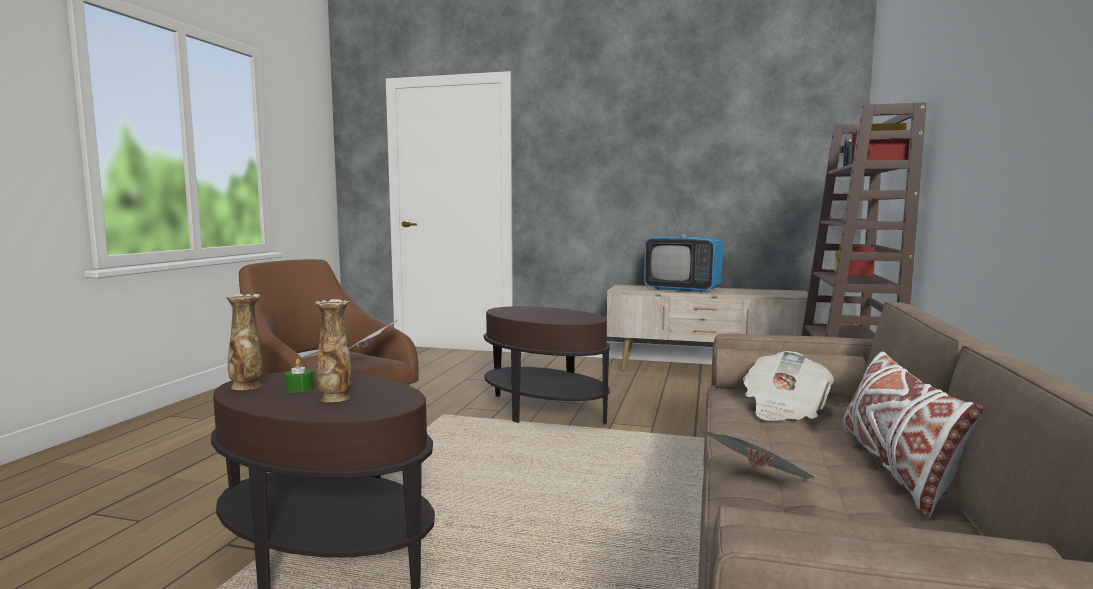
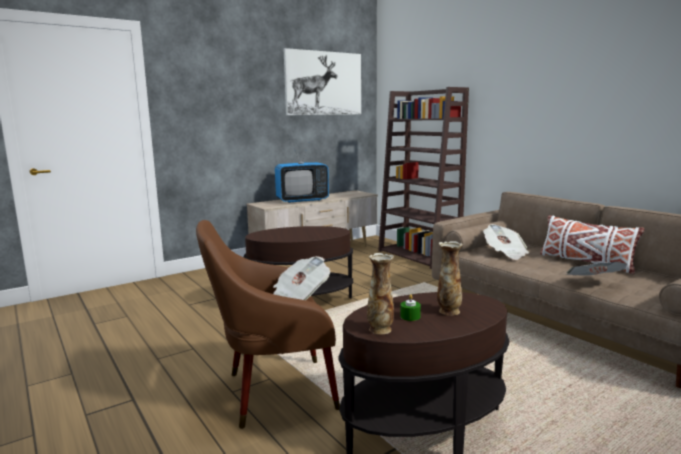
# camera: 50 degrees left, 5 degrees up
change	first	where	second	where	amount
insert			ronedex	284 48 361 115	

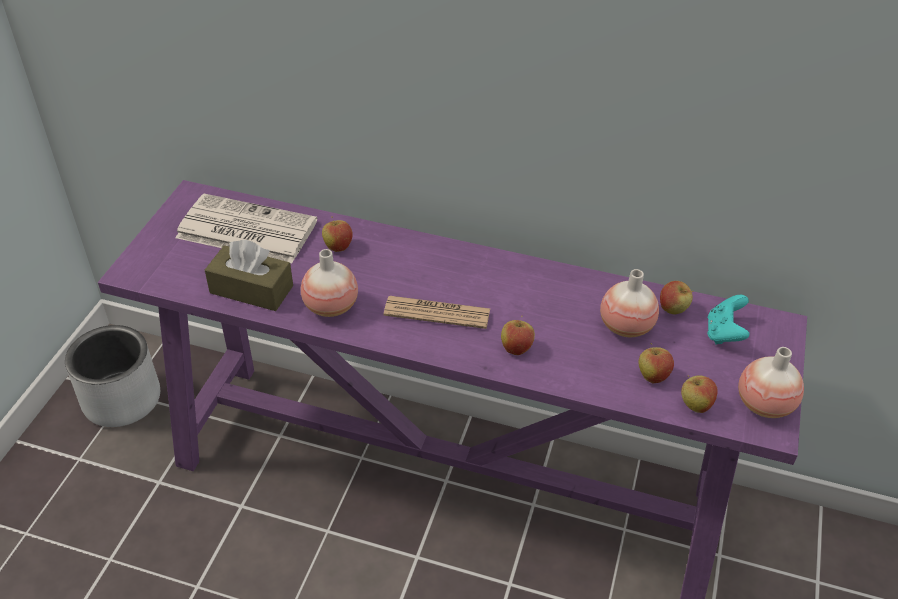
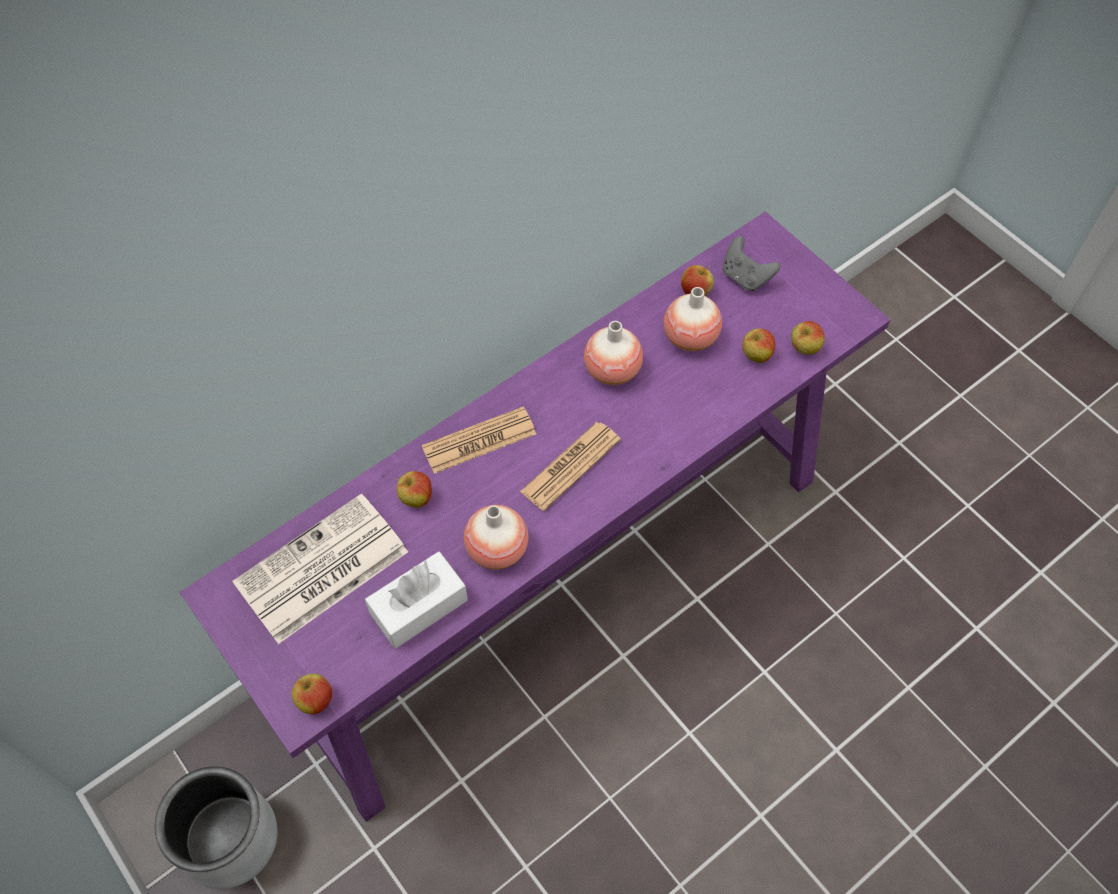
# camera: 55 degrees left, 15 degrees up
change	first	where	second	where	amount
insert			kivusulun	422 406 536 474	
move	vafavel	501 316 535 355		291 673 332 714	
move	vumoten	738 347 804 418		584 321 643 385	
recolor	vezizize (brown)	205 240 293 311	vezizize (white)	365 551 468 649	
recolor	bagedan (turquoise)	707 295 750 345	bagedan (grey)	723 236 780 291	

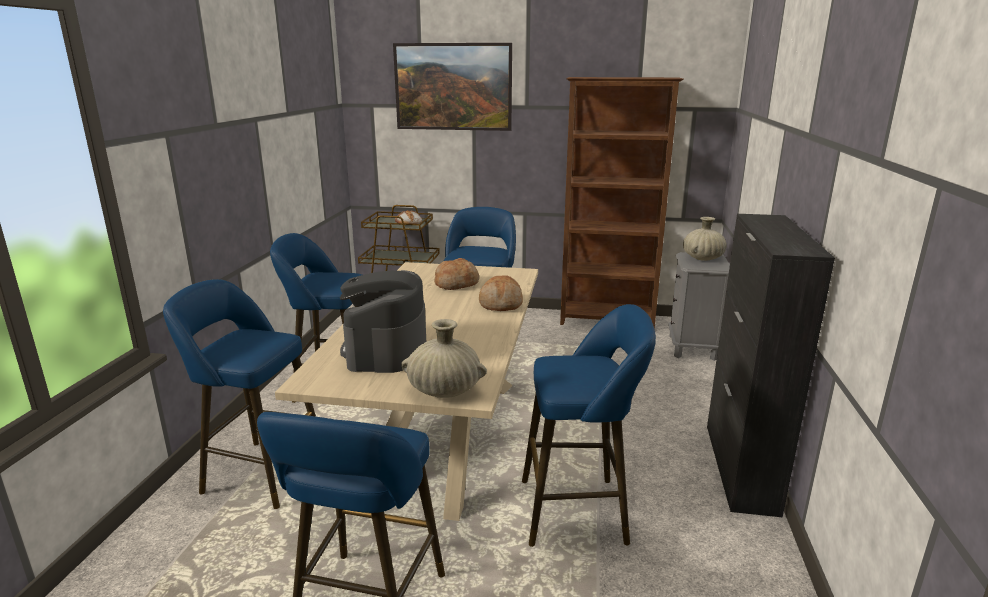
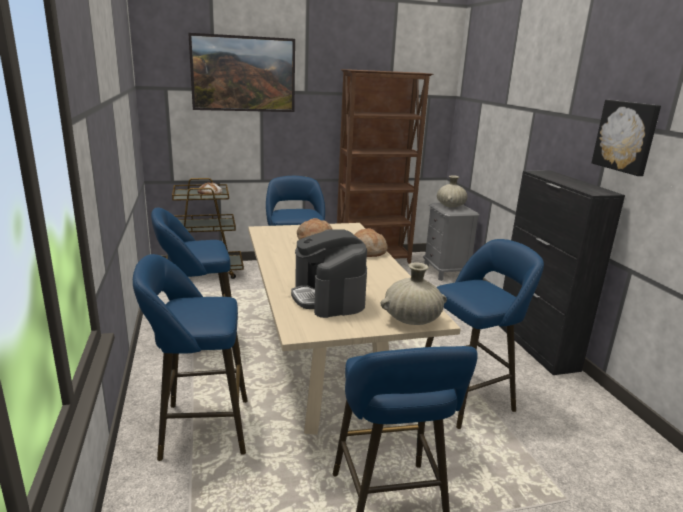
# camera: 25 degrees left, 0 degrees up
change	first	where	second	where	amount
insert			ronedex	592 100 661 176	

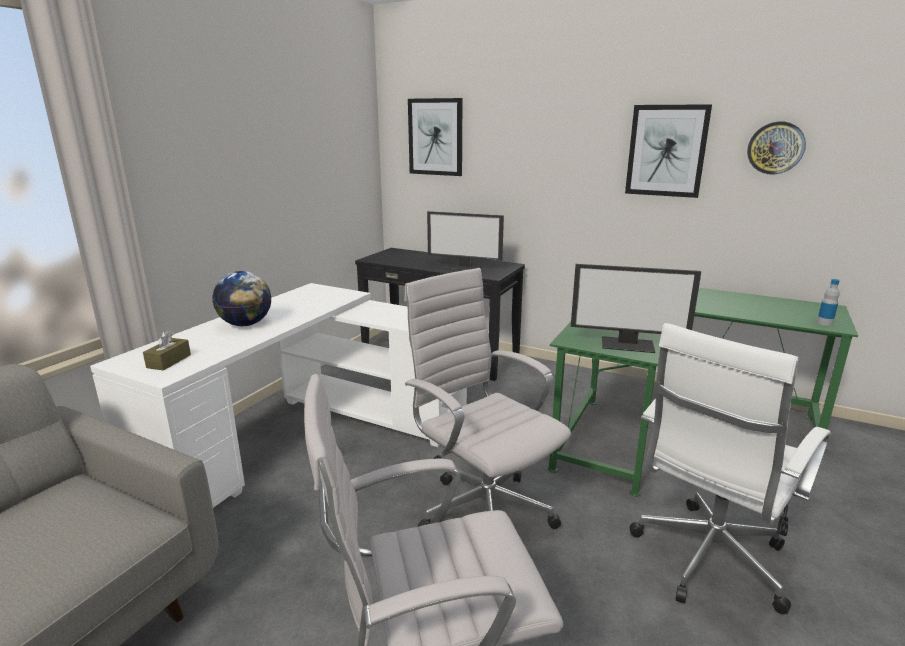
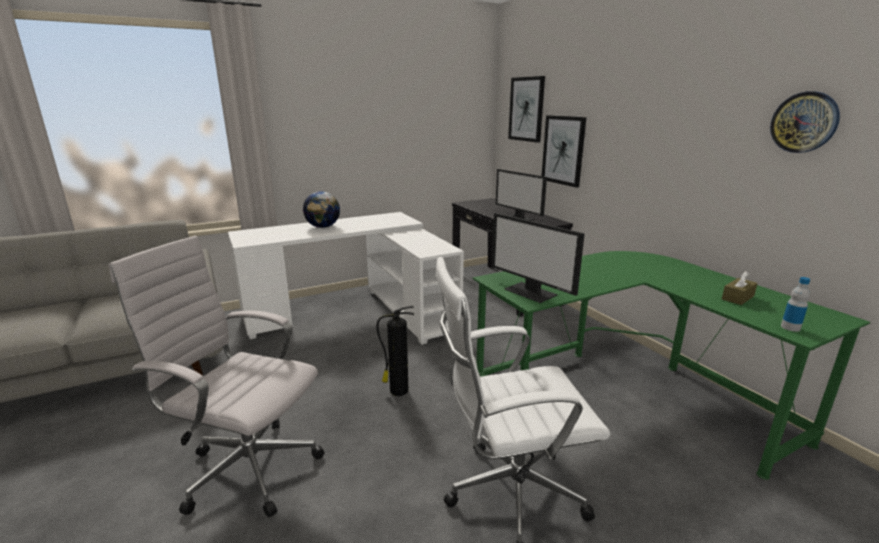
# camera: 35 degrees right, 0 degrees up
change	first	where	second	where	amount
move	vezizize (brown)	143 330 191 371		722 271 758 305	
move	ronedex	625 104 712 198		542 115 586 188	
replace	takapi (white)	404 268 571 529	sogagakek	377 306 414 396	

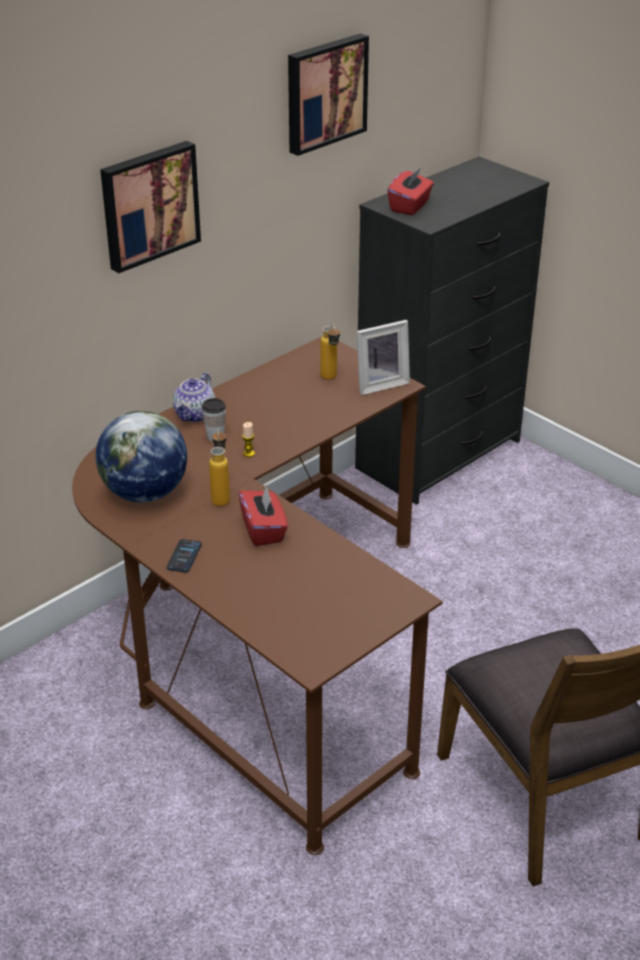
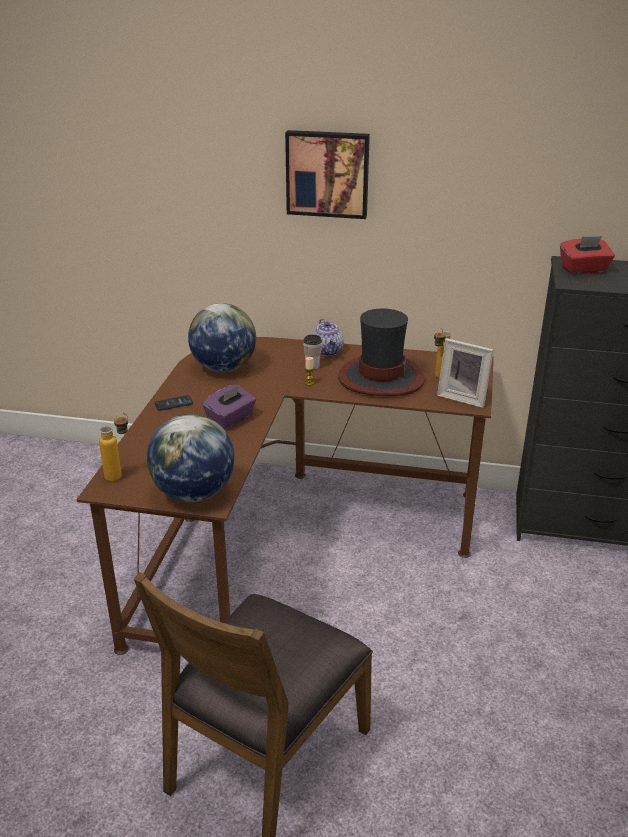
# camera: 55 degrees right, 5 degrees down
change	first	where	second	where	amount
delete	ronedex	288 33 369 156			
insert			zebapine	147 414 235 502	
insert			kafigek	338 309 425 396	
move	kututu	209 428 230 506		99 413 128 482	
recolor	vezizize (red)	239 486 288 546	vezizize (purple)	203 384 256 429	
rotate	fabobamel	173 373 215 422		311 319 344 356	90 degrees counterclockwise

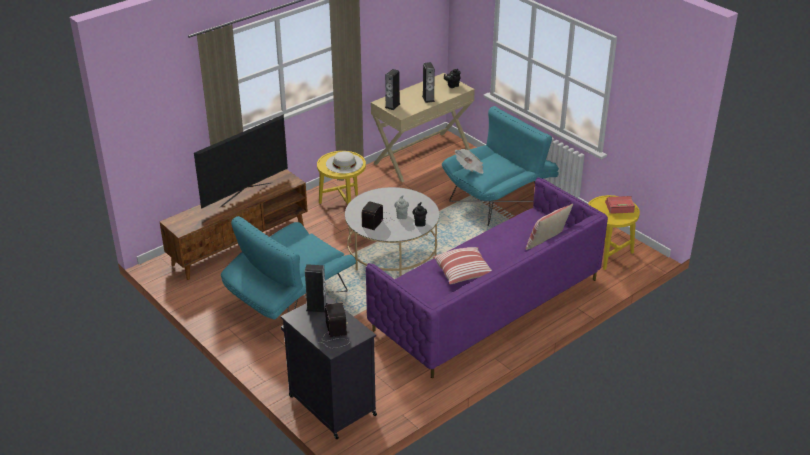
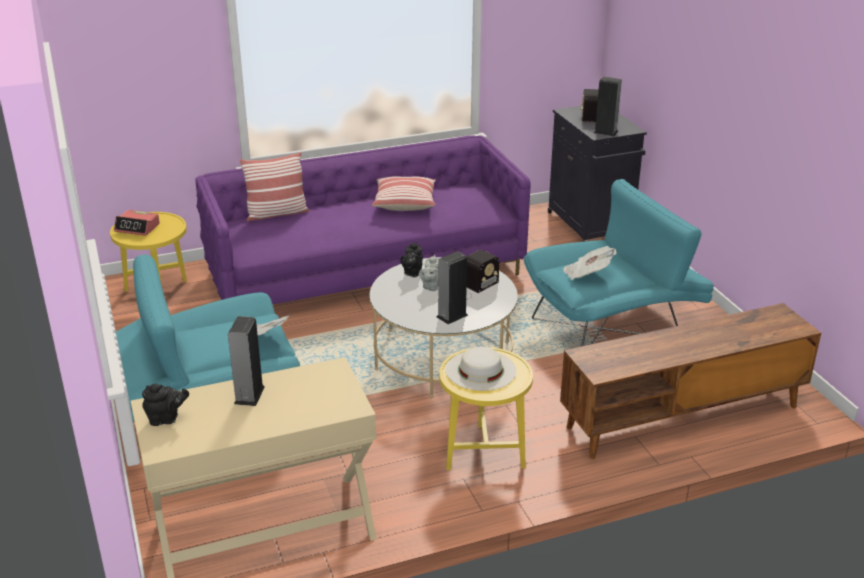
# camera: 160 degrees left, 5 degrees down
change	first	where	second	where	amount
delete	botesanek	194 114 288 209			
insert			kivusulun	563 246 617 280	
move	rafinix	385 69 400 110		437 251 468 324	

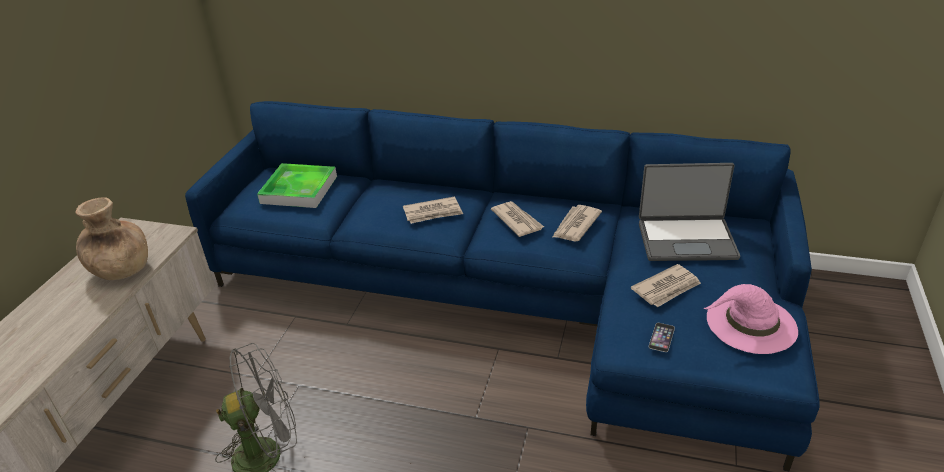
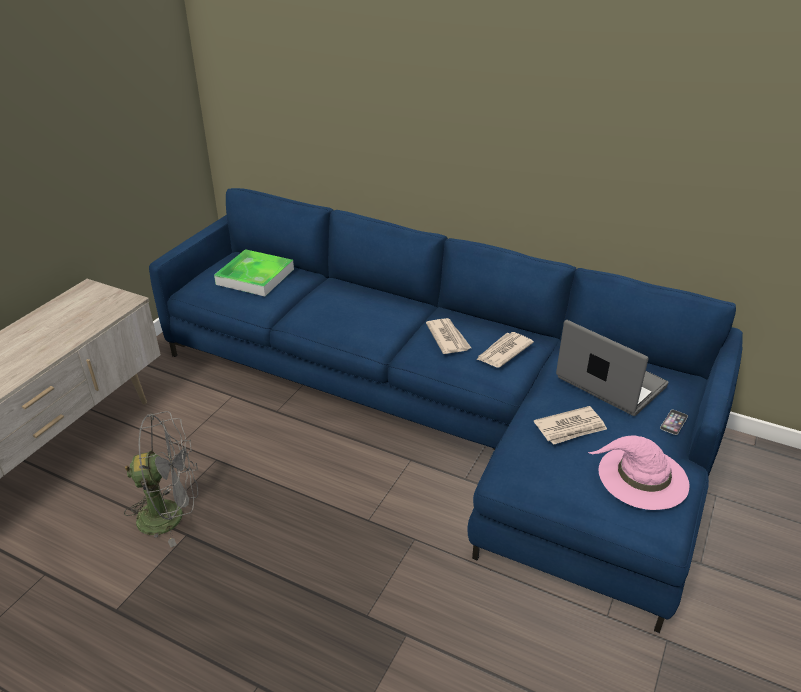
# camera: 10 degrees right, 0 degrees up
change	first	where	second	where	amount
delete	vumoten (brown)	76 197 148 280			
delete	kivusulun	403 196 463 224			
move	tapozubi	649 323 675 352		660 410 688 435	
rotate	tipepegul	639 163 740 261		556 320 668 416	150 degrees counterclockwise

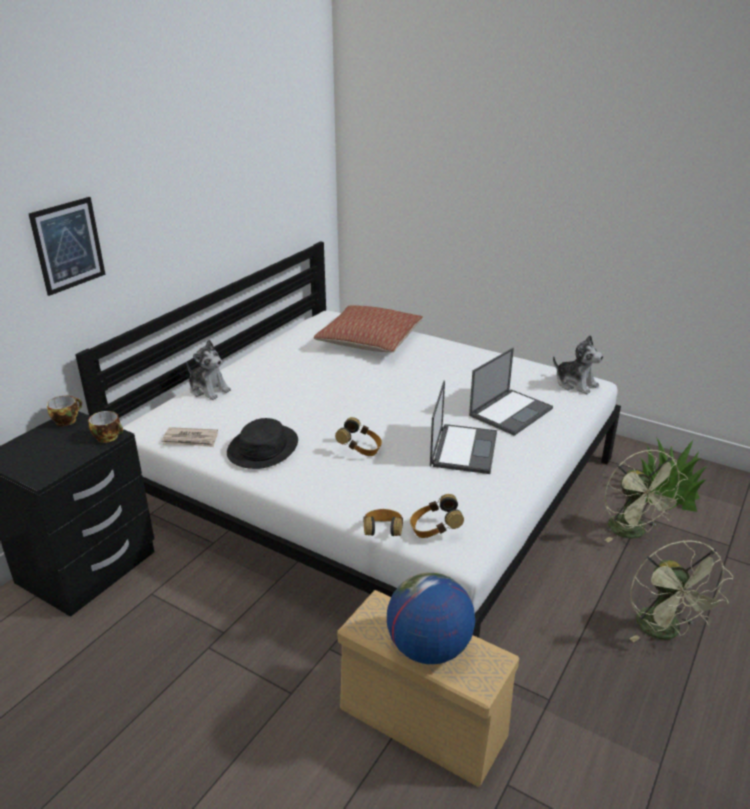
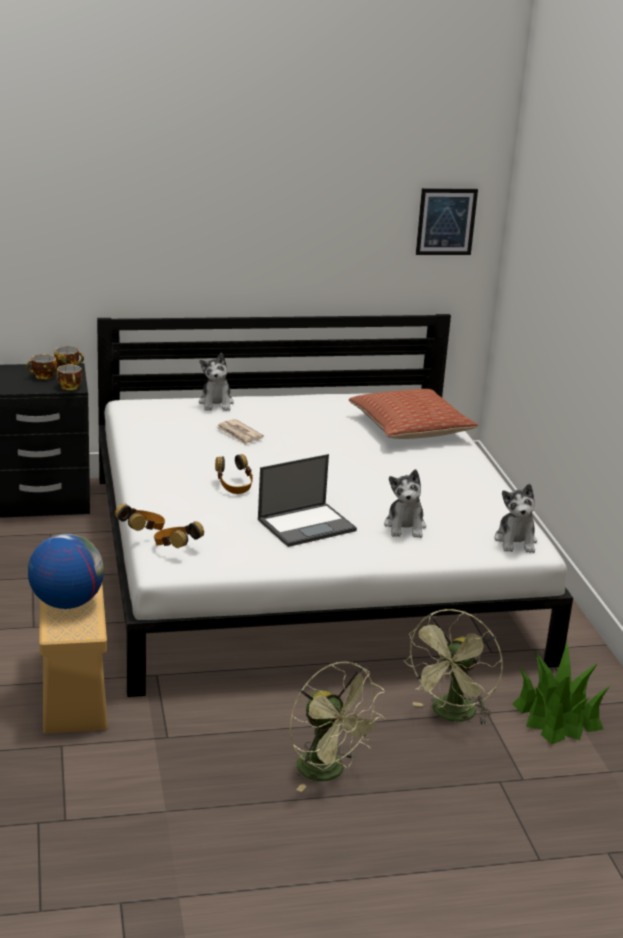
# camera: 45 degrees right, 5 degrees down
change	first	where	second	where	amount
delete	kafigek (black)	227 418 298 469			
insert			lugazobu	26 354 57 380	
move	ronedex	29 197 105 296		416 188 478 255	
move	kivusulun	162 427 218 447		216 419 264 445	
replace	tipepegul	469 348 553 436	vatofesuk	384 469 426 538	
rotate	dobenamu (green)	630 540 733 642		290 661 385 792	75 degrees counterclockwise

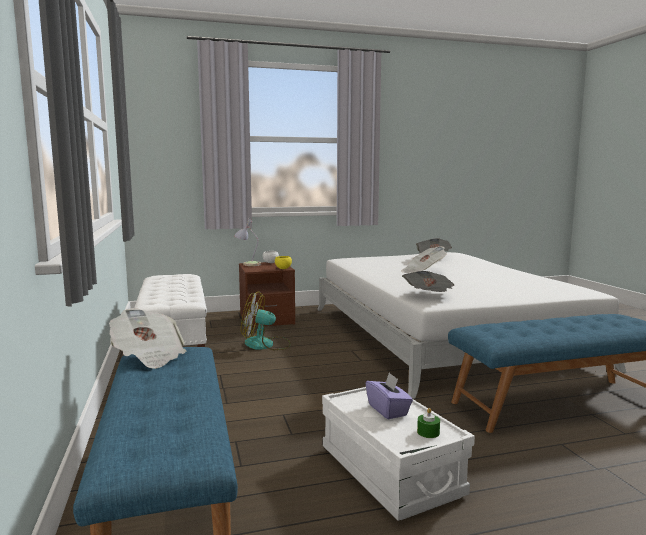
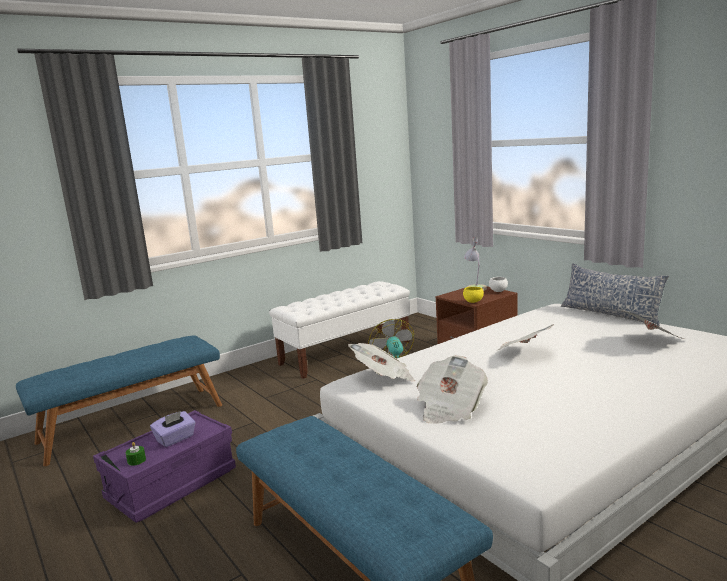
# camera: 70 degrees right, 5 degrees up
change	first	where	second	where	amount
insert			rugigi	561 264 669 326	
move	kivusulun	109 308 186 369		417 355 488 424	
recolor	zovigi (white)	322 387 475 521	zovigi (purple)	93 410 236 523	

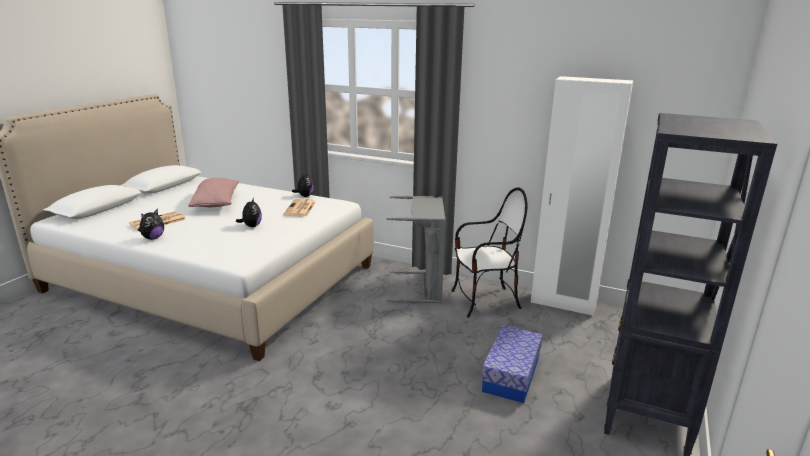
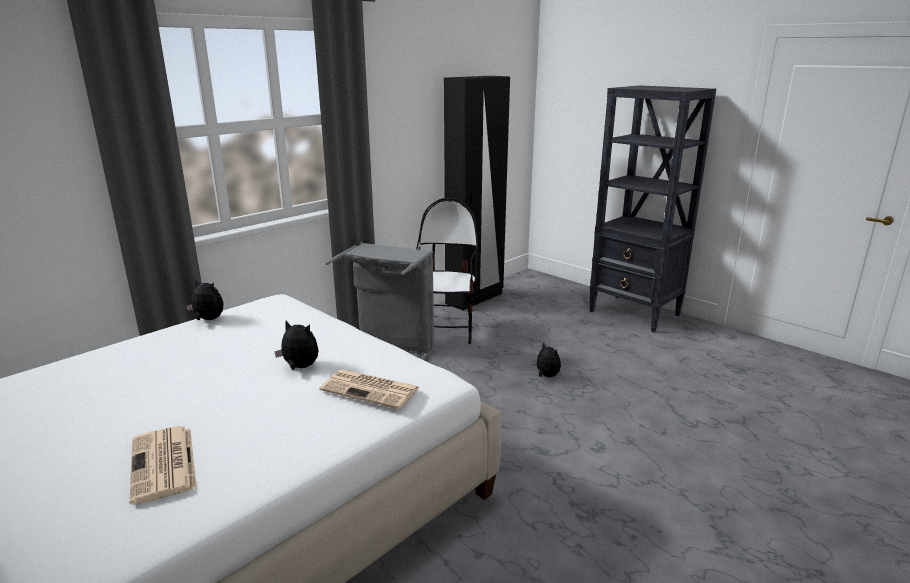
# camera: 70 degrees left, 0 degrees up
change	first	where	second	where	amount
delete	rugigi (pink)	188 178 239 207			
delete	zovigi	481 325 543 403			
move	vatofesuk	138 209 164 240		532 342 561 377	
move	kivusulun	283 199 316 216		320 369 420 409	
recolor	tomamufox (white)	531 76 633 316	tomamufox (black)	444 76 510 310	

